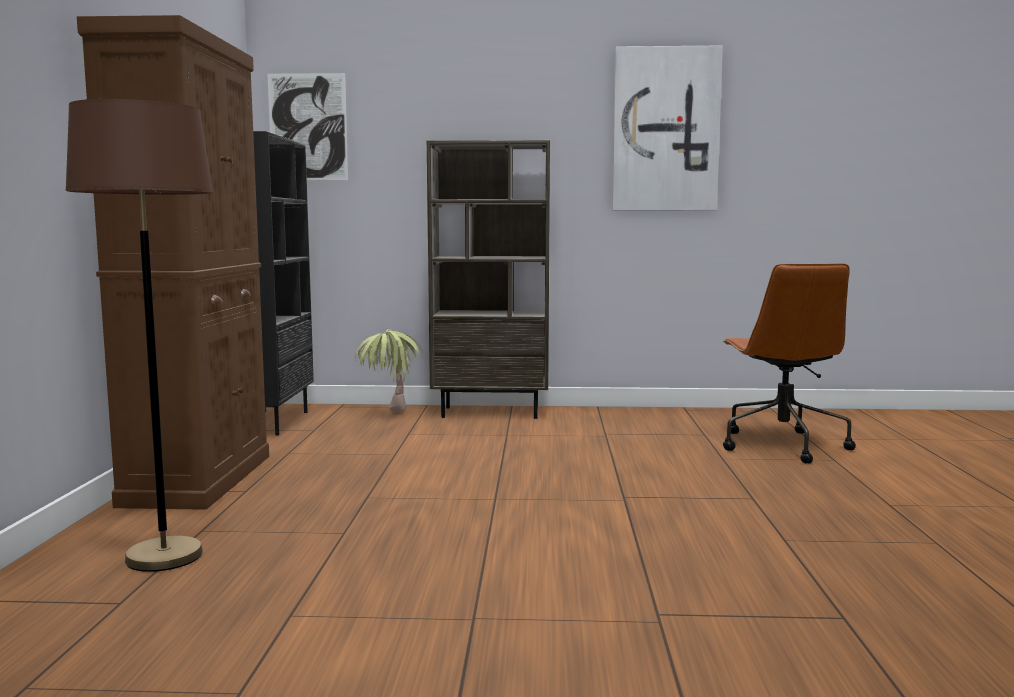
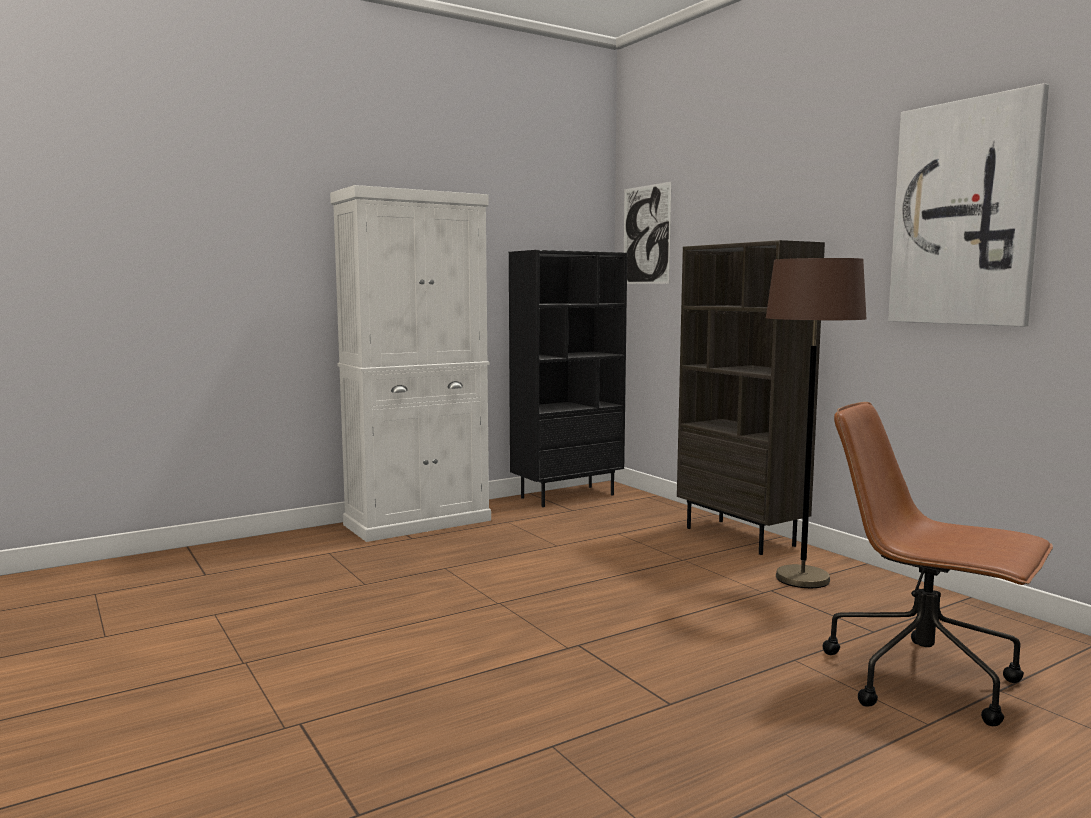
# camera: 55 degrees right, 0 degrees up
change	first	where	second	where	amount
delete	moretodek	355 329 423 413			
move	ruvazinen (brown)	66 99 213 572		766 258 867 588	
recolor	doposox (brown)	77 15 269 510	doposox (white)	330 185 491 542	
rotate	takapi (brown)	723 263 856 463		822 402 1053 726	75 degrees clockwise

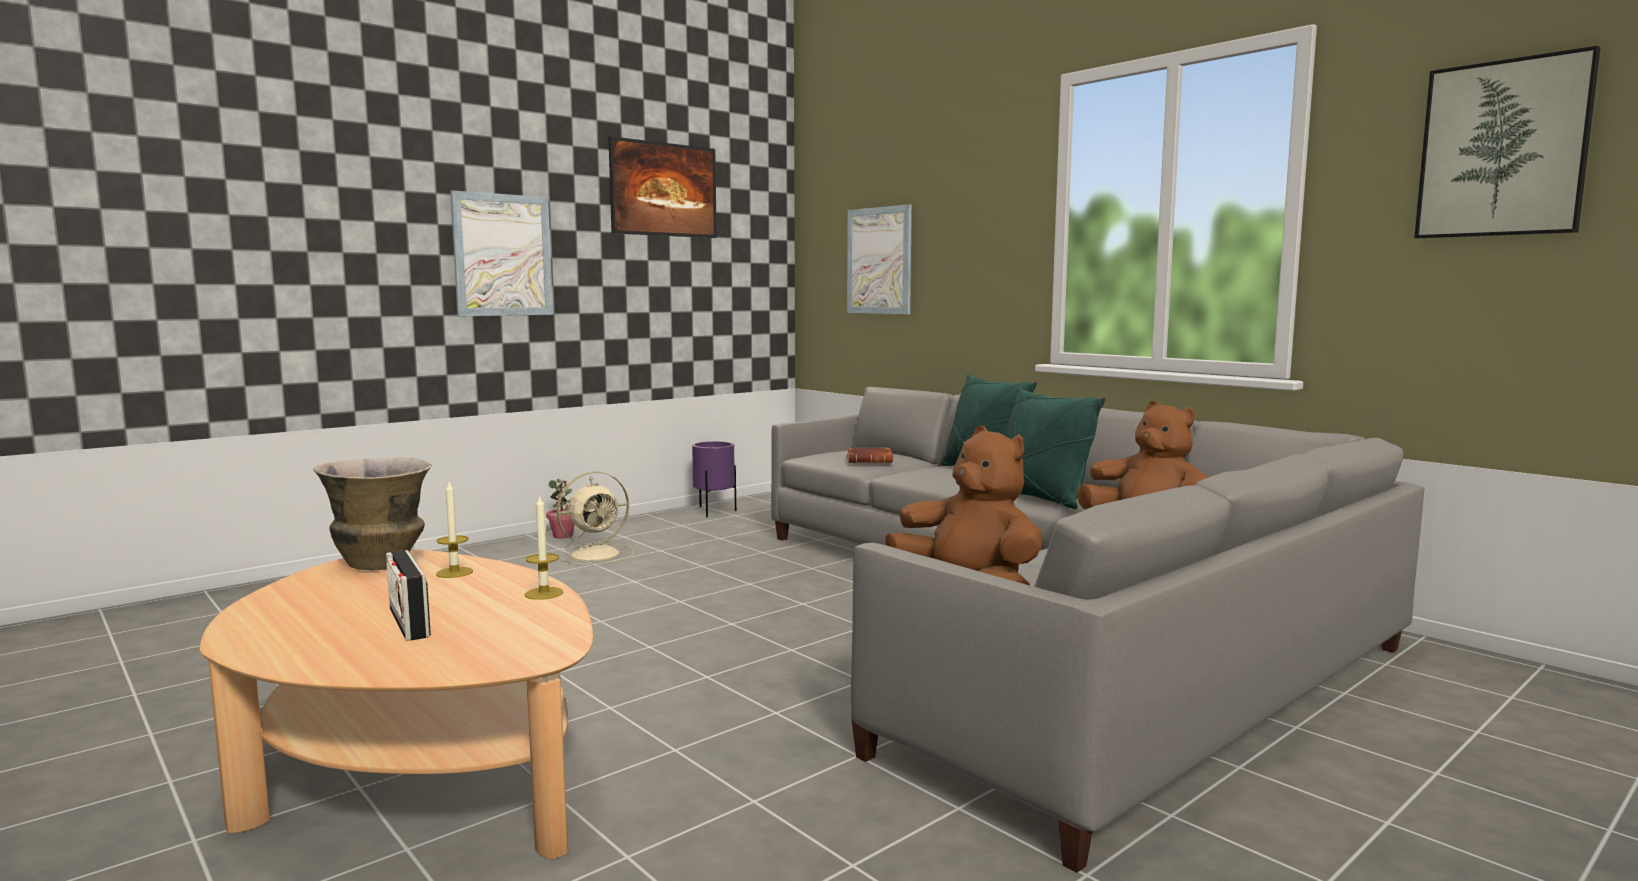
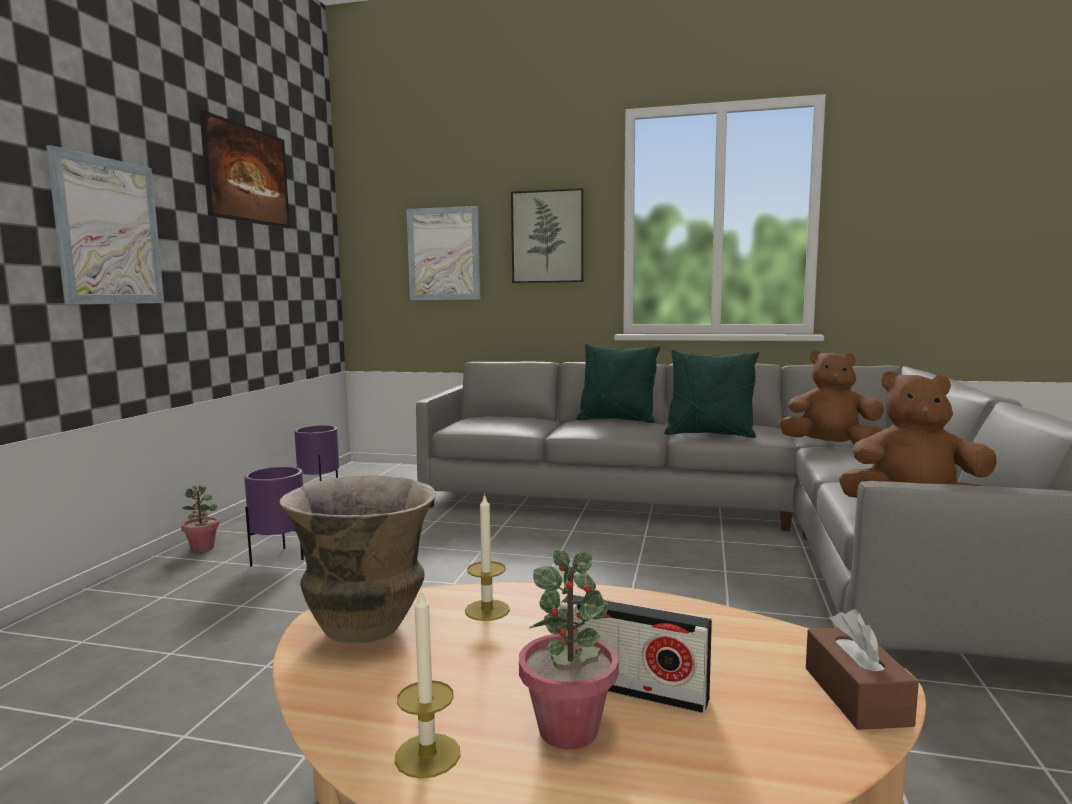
# camera: 35 degrees left, 0 degrees up
change	first	where	second	where	amount
delete	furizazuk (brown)	847 448 893 463			
insert			moretodek	519 551 618 749	
insert			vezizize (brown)	806 609 919 730	
move	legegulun	525 494 563 600		395 588 460 779	
move	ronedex	1414 46 1600 238		511 188 584 283	
replace	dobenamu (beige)	557 472 634 564	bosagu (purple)	244 466 304 566	

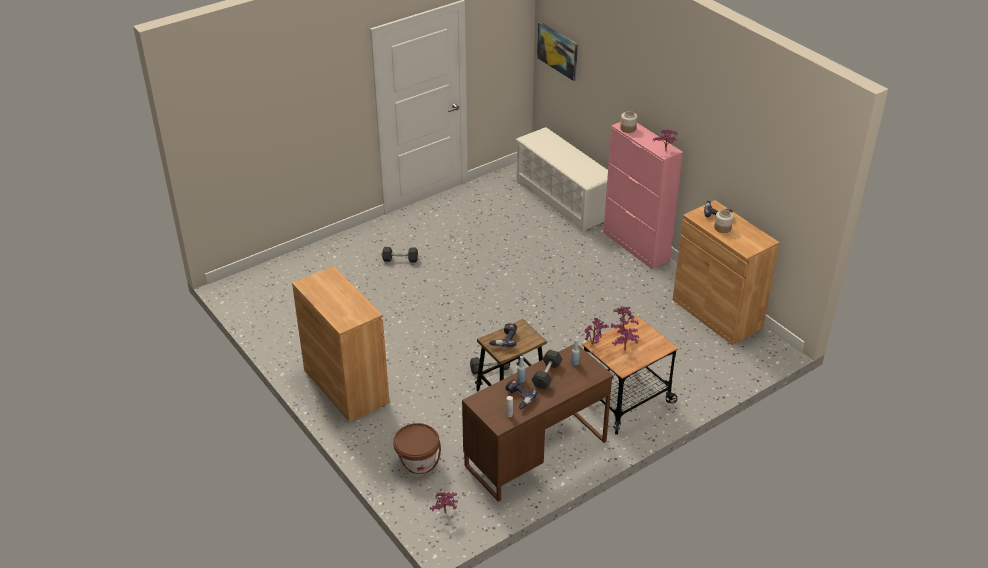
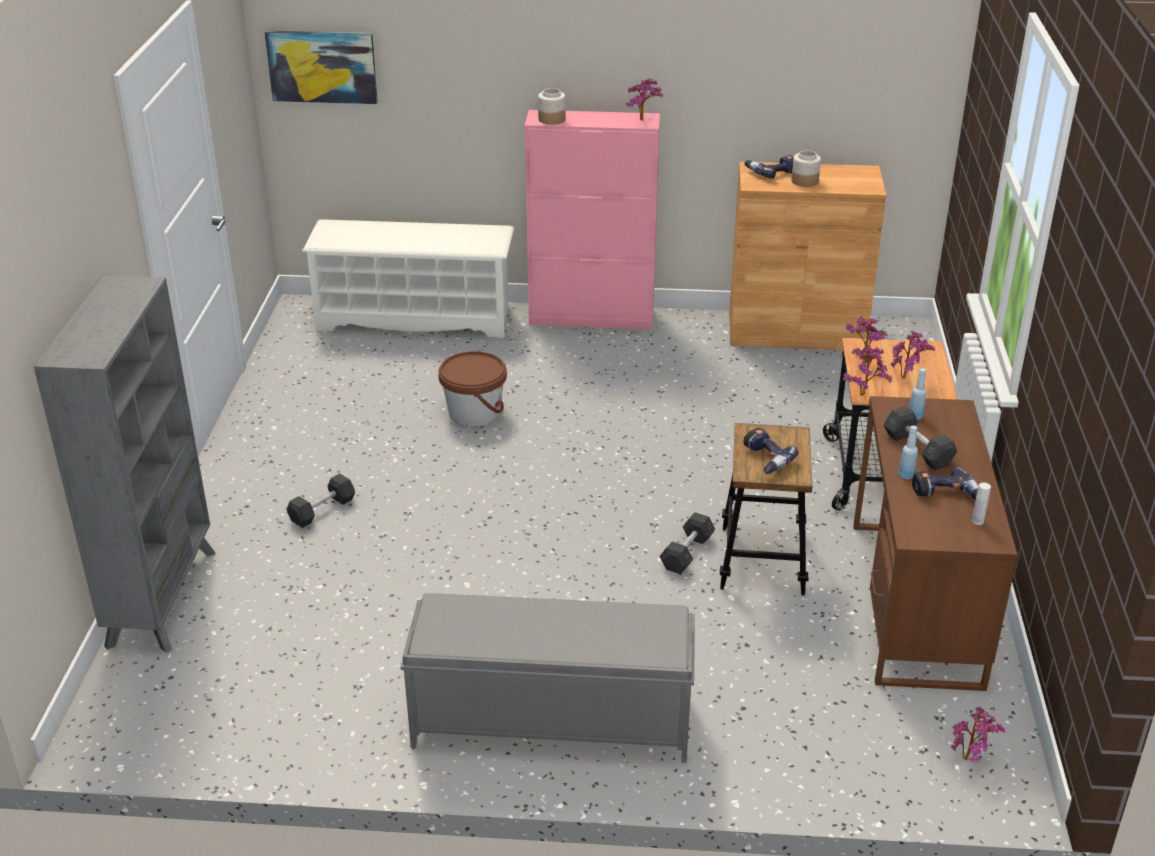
# camera: 50 degrees left, 5 degrees down
change	first	where	second	where	amount
insert			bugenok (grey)	34 275 216 653	
move	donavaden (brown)	393 423 441 476		438 351 507 426	
replace	doposox (brown)	292 266 390 422	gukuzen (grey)	400 593 695 763	

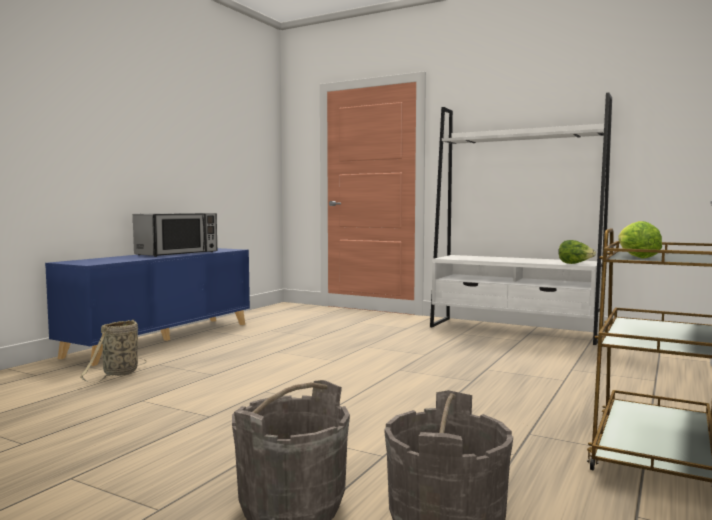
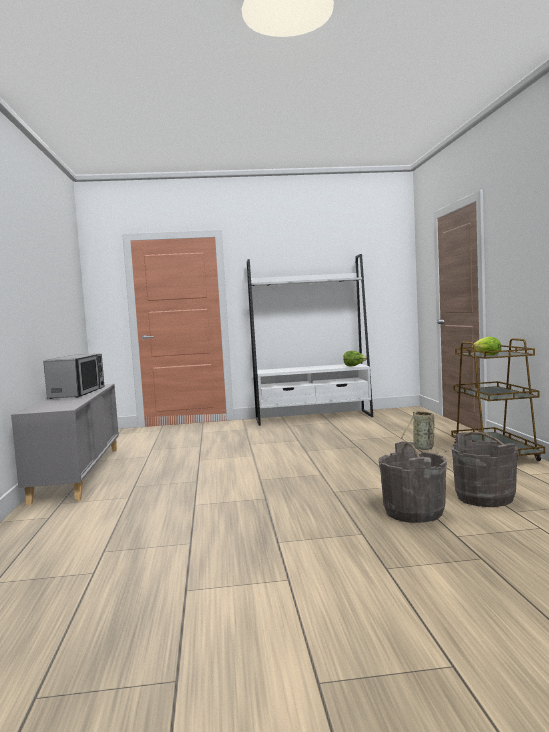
# camera: 35 degrees left, 0 degrees up
change	first	where	second	where	amount
move	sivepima	80 320 147 382		400 411 445 453	
recolor	doposox (blue)	45 248 250 366	doposox (grey)	11 384 119 505	

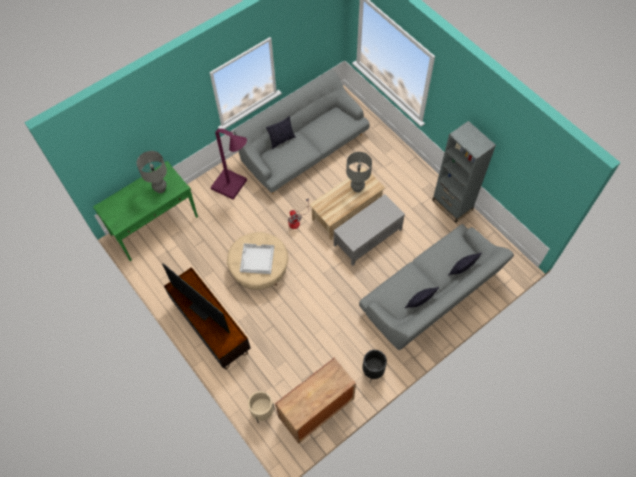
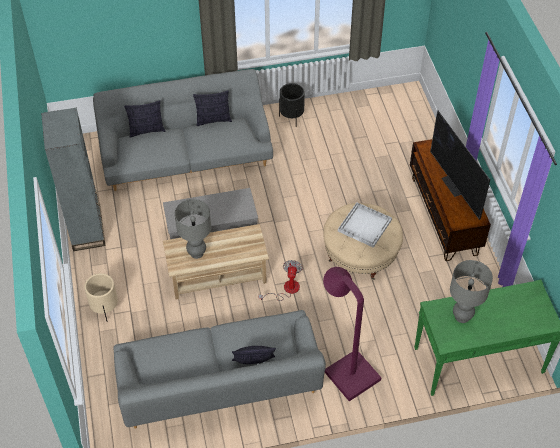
# camera: 155 degrees left, 10 degrees down
change	first	where	second	where	amount
delete	doposox (brown)	275 357 356 444			
move	bosagu (beige)	248 391 275 424		84 273 118 322	

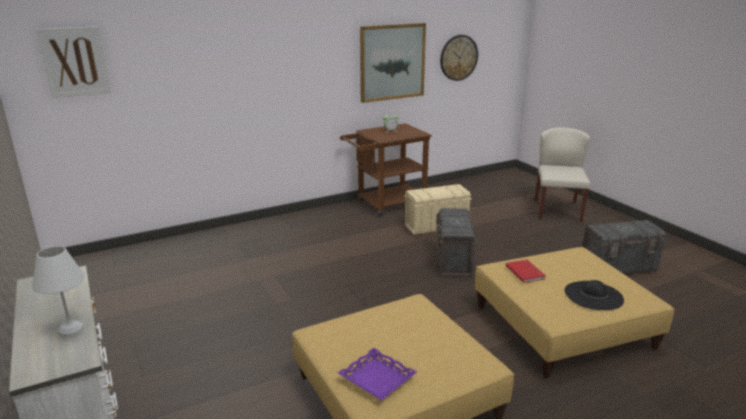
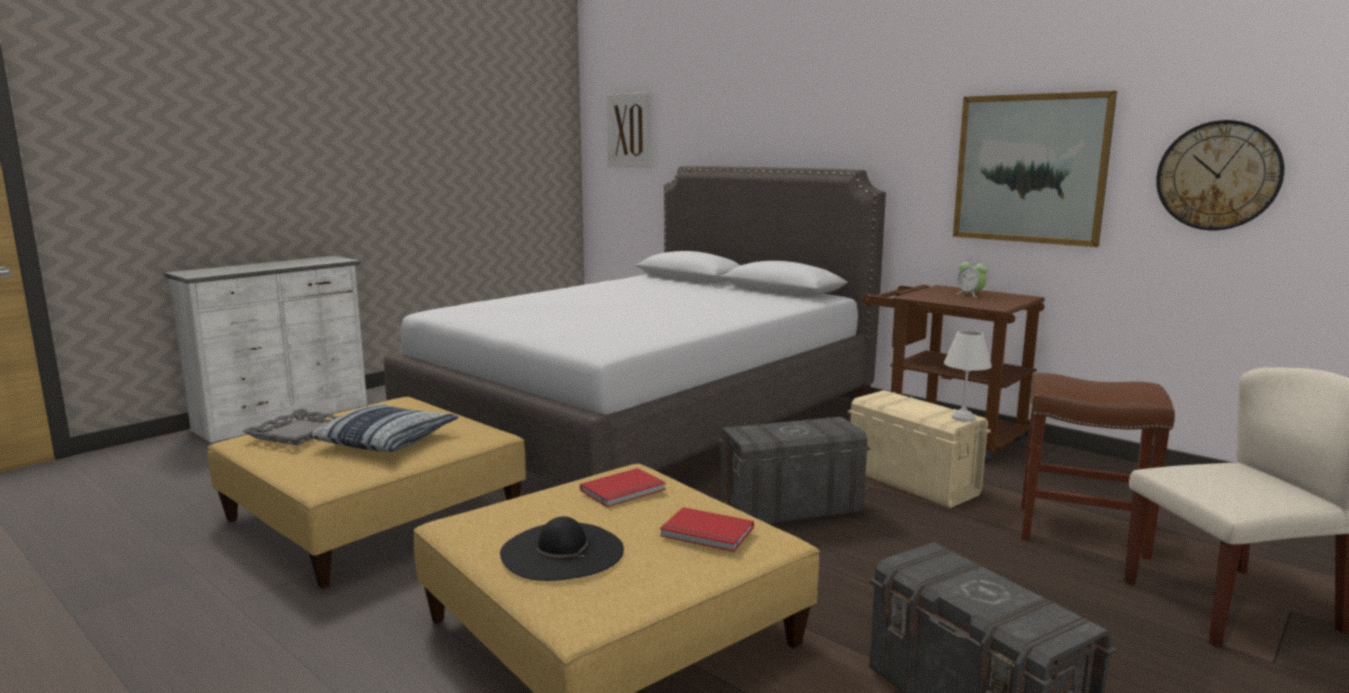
# camera: 70 degrees right, 10 degrees down
change	first	where	second	where	amount
insert			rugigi	309 404 459 452	
insert			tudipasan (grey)	384 166 886 484	
insert			furizazuk (red)	660 507 754 552	
insert			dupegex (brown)	1021 373 1175 560	
move	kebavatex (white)	32 246 85 337		944 330 992 422	
recolor	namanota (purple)	338 348 417 400	namanota (grey)	243 409 343 445	

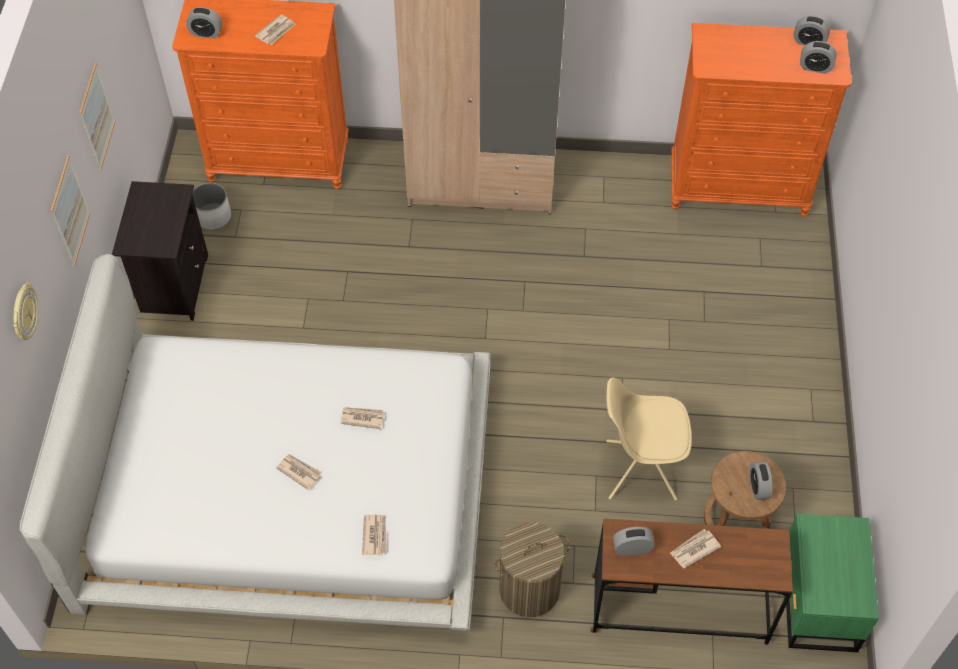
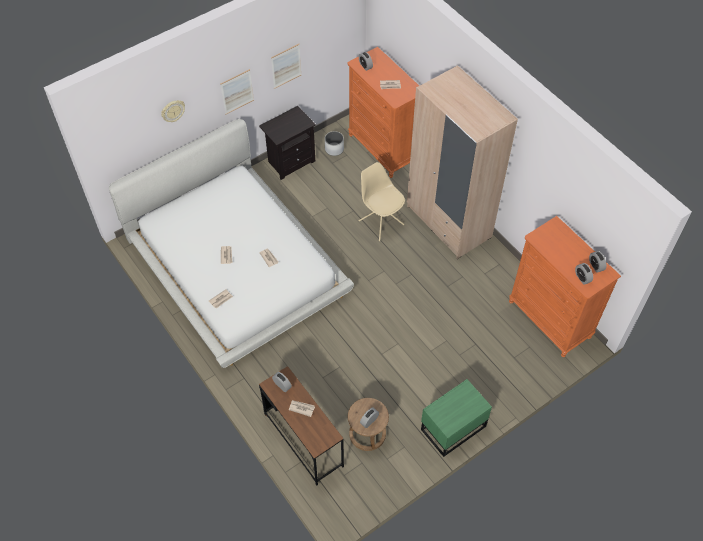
# camera: 50 degrees right, 0 degrees up
change	first	where	second	where	amount
delete	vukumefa	495 523 570 617			
move	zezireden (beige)	606 377 692 501		359 162 405 241	
move	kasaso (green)	786 514 879 652		421 379 492 457	

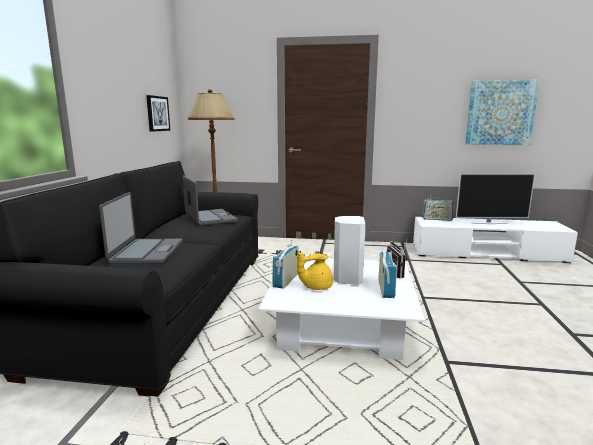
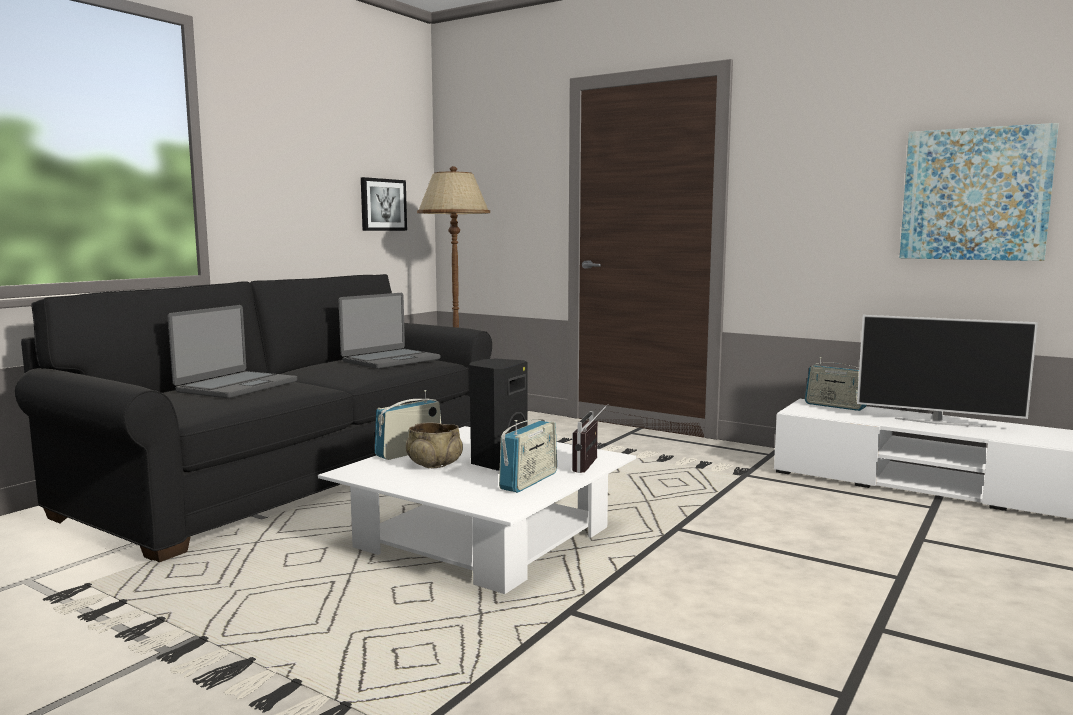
# camera: 25 degrees right, 5 degrees down
change	first	where	second	where	amount
replace	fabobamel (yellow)	297 251 333 290	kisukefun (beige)	406 422 463 468	
recolor	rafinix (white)	333 216 365 285	rafinix (black)	470 358 528 471	
rotate	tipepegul	183 175 238 226		339 293 440 369	45 degrees clockwise

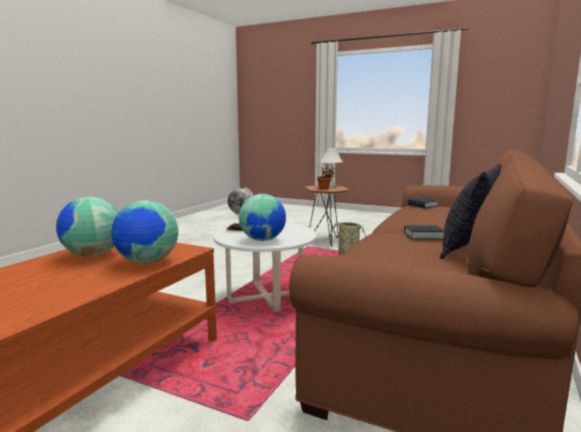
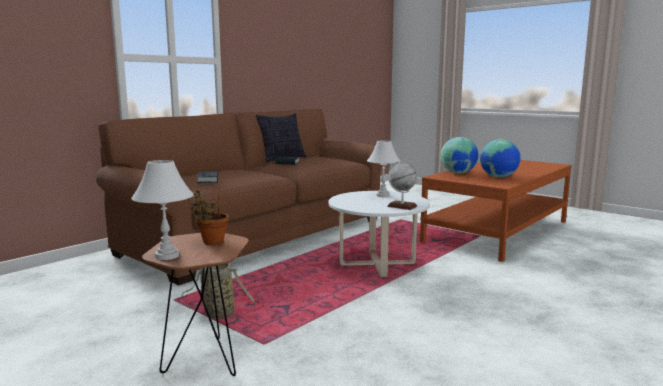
# camera: 165 degrees left, 0 degrees up
change	first	where	second	where	amount
replace	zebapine	239 194 286 241	kebavatex (white)	367 140 401 197	

